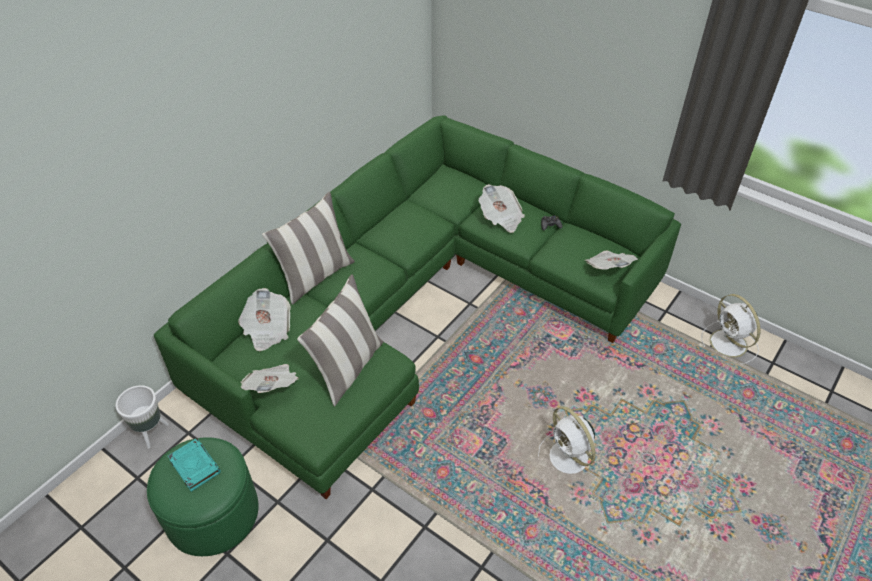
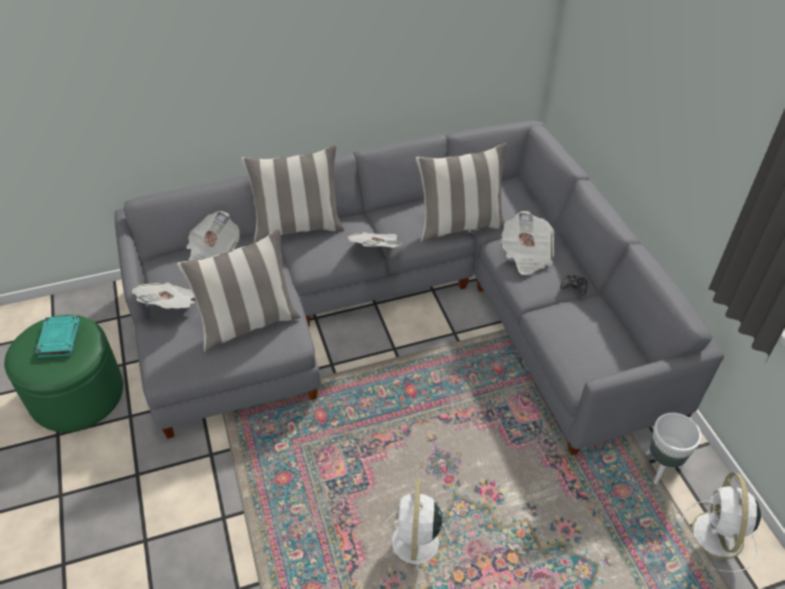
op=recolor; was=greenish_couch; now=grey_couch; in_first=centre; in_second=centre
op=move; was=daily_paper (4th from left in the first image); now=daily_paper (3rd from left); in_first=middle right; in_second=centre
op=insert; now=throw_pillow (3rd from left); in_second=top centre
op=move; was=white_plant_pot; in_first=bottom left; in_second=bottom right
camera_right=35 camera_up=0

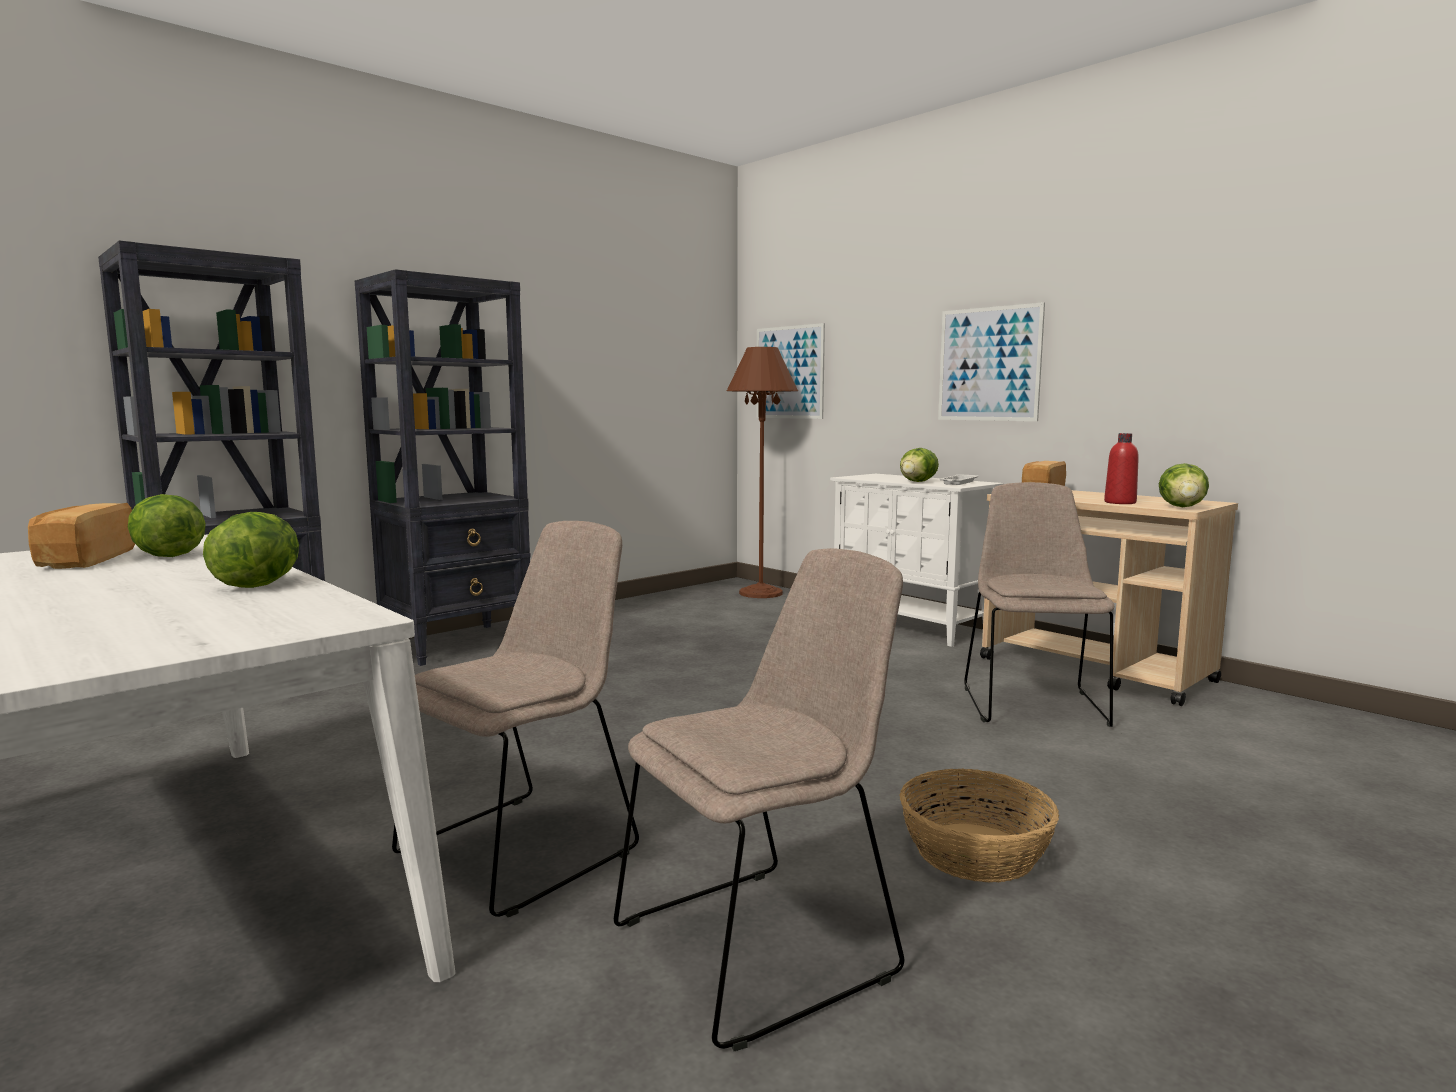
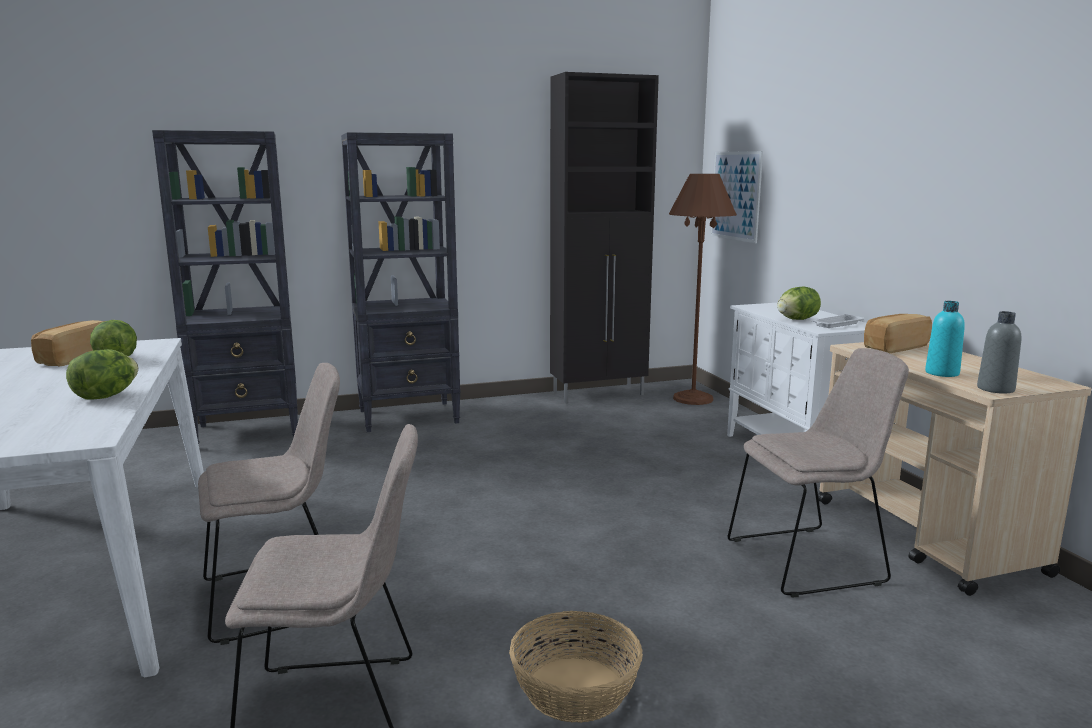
op=insert; now=black_storage_cabinet; in_second=top centre
op=rotate; was=beige-coloured_plain_chair (3rd from left); in_first=middle right; in_second=middle right; clockwise=45
op=recolor; was=red_beverage_bottle; now=blue-green_beverage_bottle; in_first=middle right; in_second=middle right
op=replace; was=lettuce (4th from left); now=grey_beverage_bottle; in_first=middle right; in_second=middle right
op=delete; was=wall_picture (2nd from left); in_first=top right
camera_right=25 camera_up=5

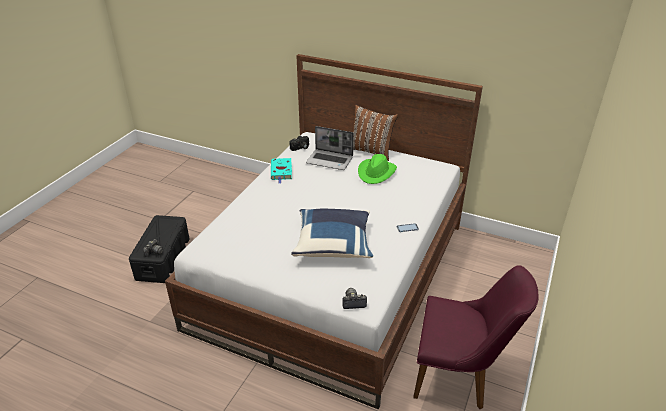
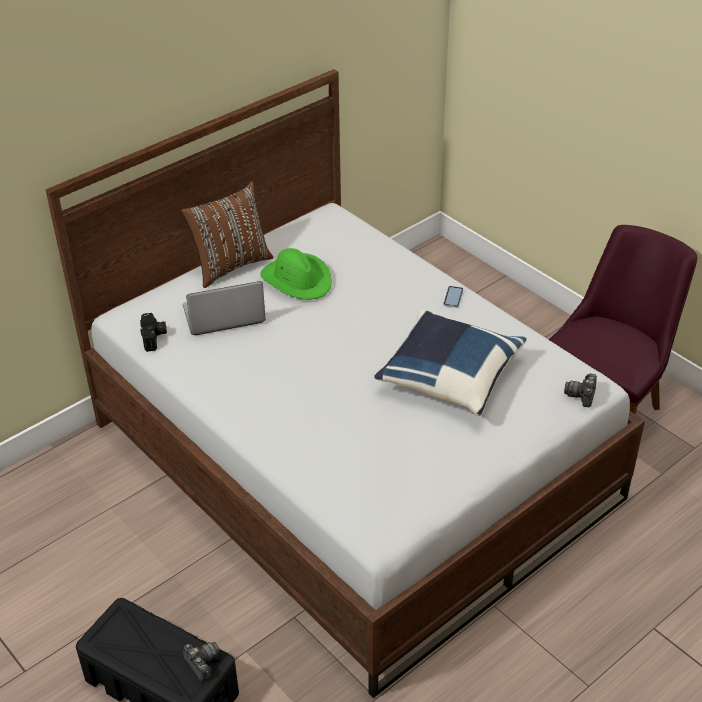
op=rotate; was=portable_computer; in_first=centre; in_second=middle left; clockwise=-150
op=delete; was=blue-green_bound_book; in_first=centre
camera_right=-65 camera_up=5

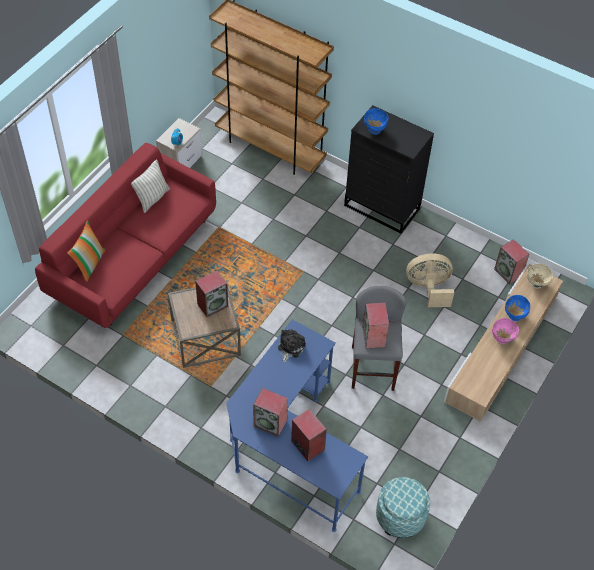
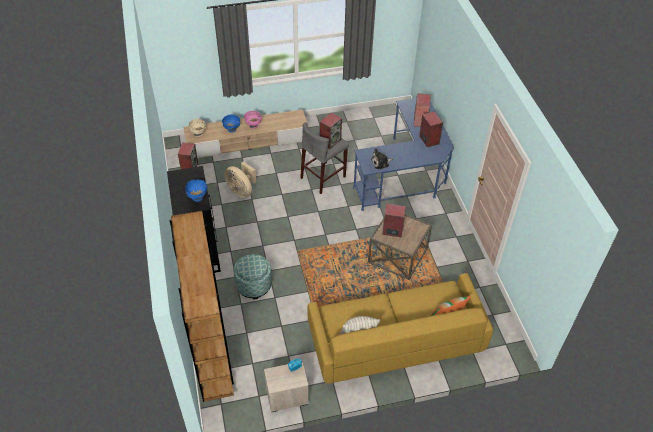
op=move; was=footrest; in_first=bottom right; in_second=centre
op=recolor; was=red_couch; now=yellowish_couch; in_first=middle left; in_second=bottom centre
camera_right=-135 camera_up=-5

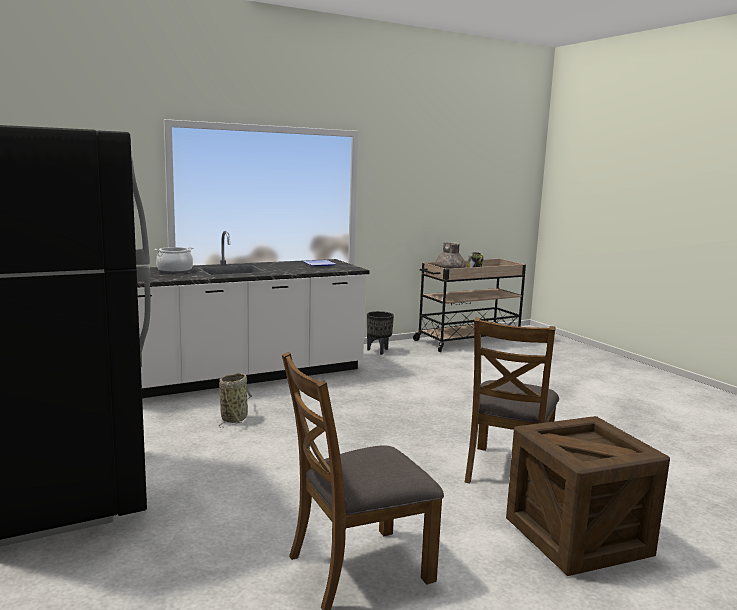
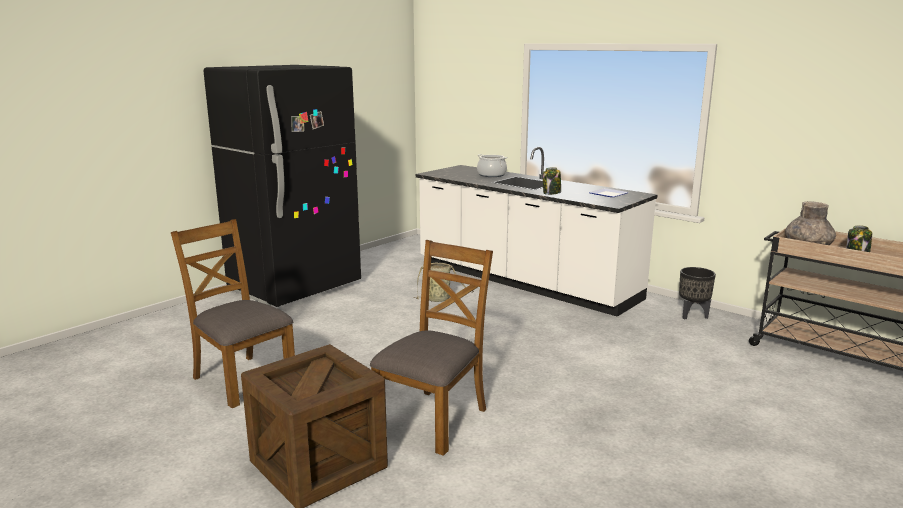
op=rotate; was=brown_plain_chair (2nd from left); in_first=middle right; in_second=bottom centre; clockwise=120
op=insert; now=storage_jar (1st from left); in_second=centre
camera_right=70 camera_up=5

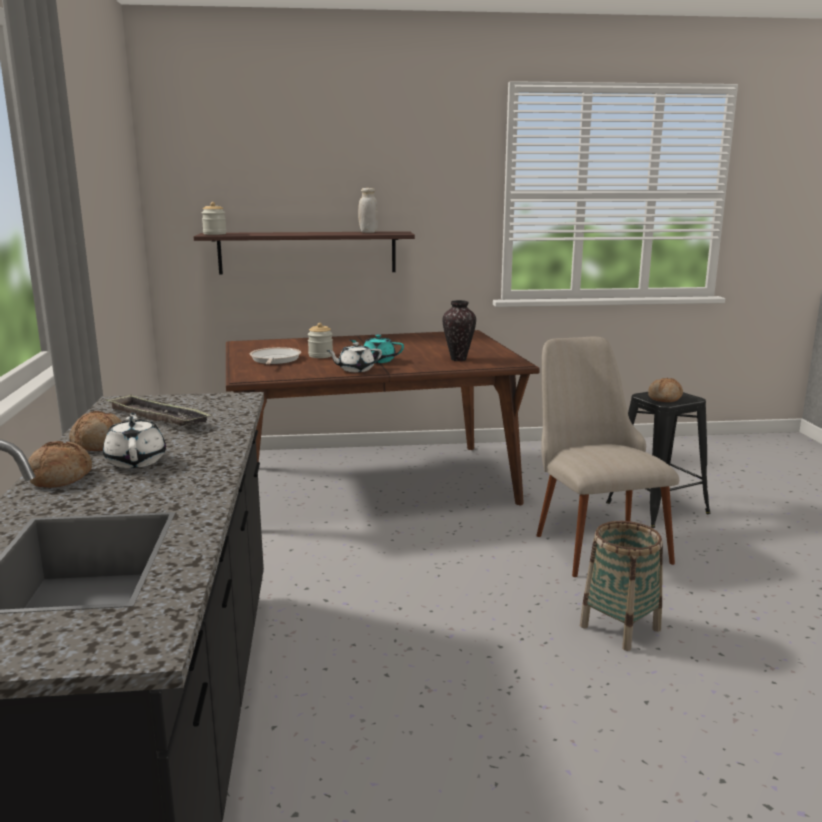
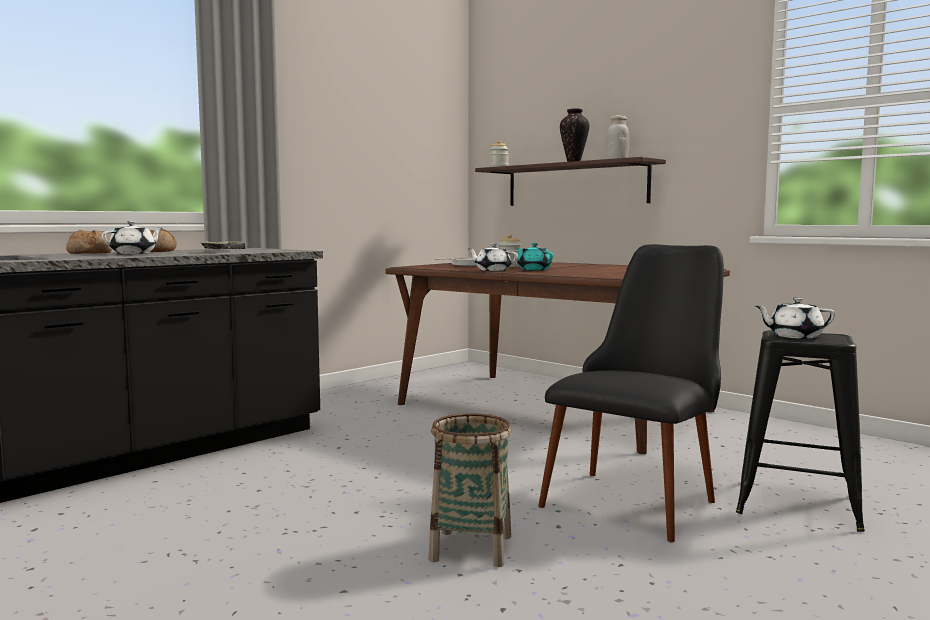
op=recolor; was=beige-coloured_plain_chair; now=black_plain_chair; in_first=middle right; in_second=middle right
op=move; was=flower_vase; in_first=centre; in_second=top centre
op=replace; was=bakery_bread (3rd from left); now=white_pot_for_tea (3rd from left); in_first=middle right; in_second=middle right
camera_right=50 camera_up=-10

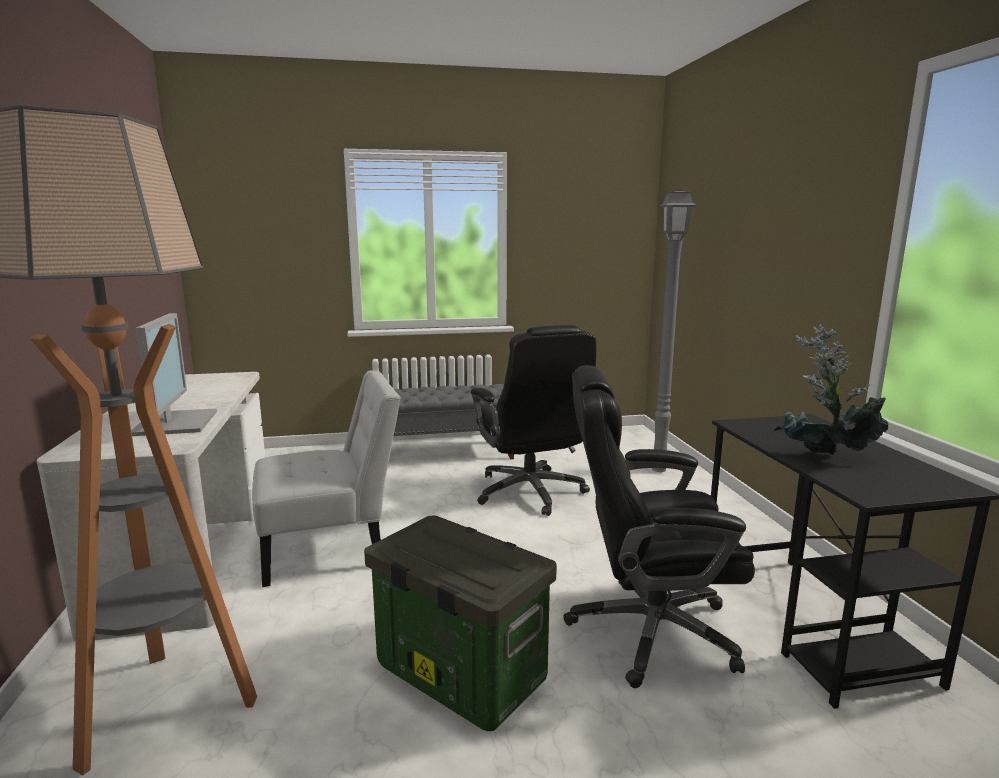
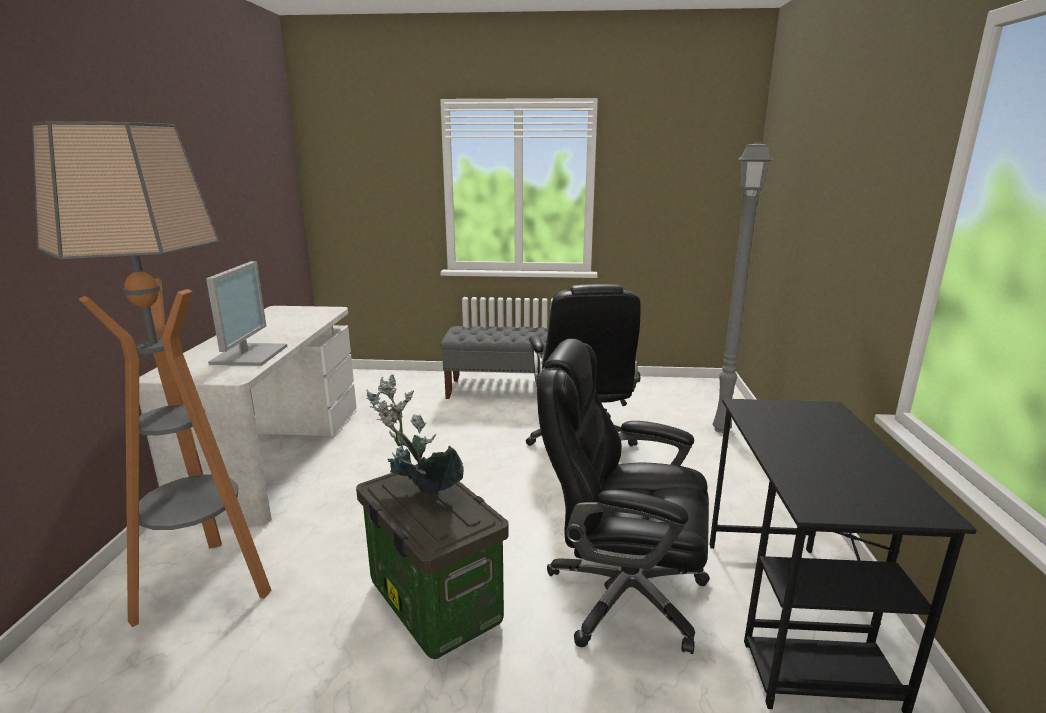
op=move; was=plant_in_a_pot; in_first=middle right; in_second=centre
op=delete; was=white_plain_chair; in_first=middle left
camera_right=15 camera_up=5

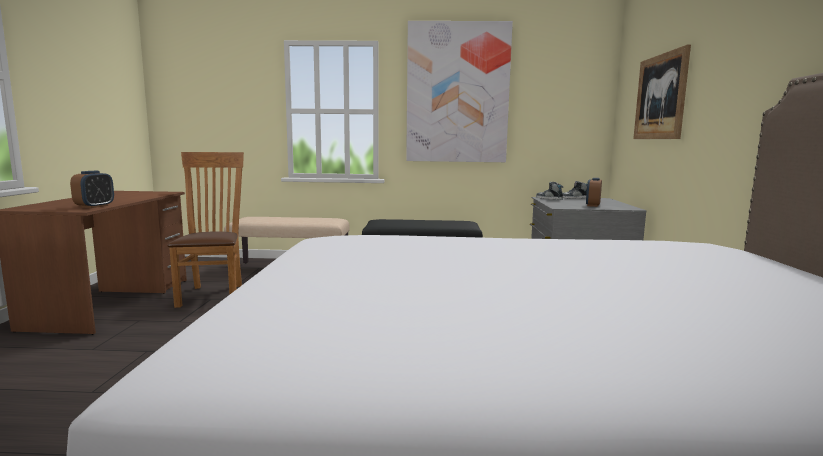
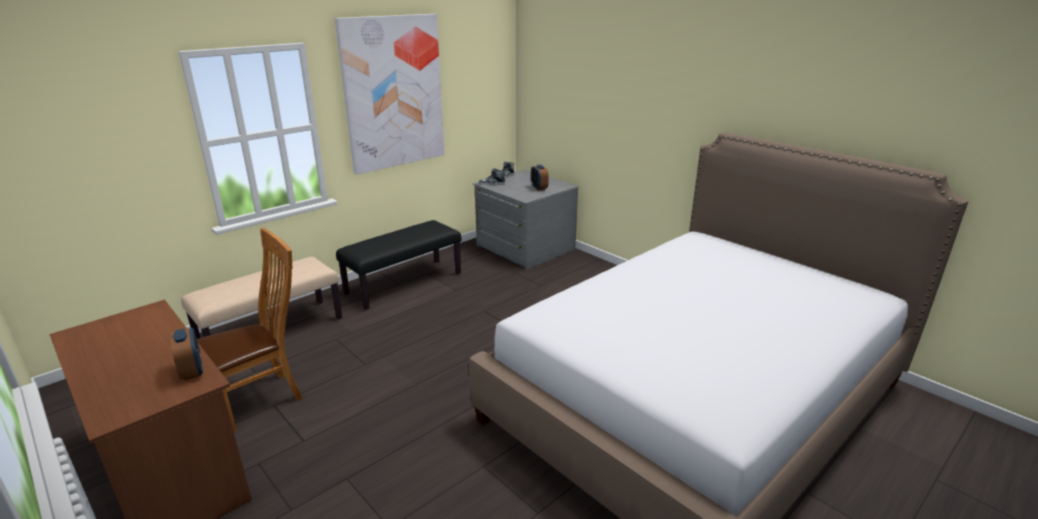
op=rotate; was=brown_plain_chair; in_first=middle left; in_second=middle left; clockwise=105
op=delete; was=wall_picture (2nd from left); in_first=top right
camera_right=-45 camera_up=15

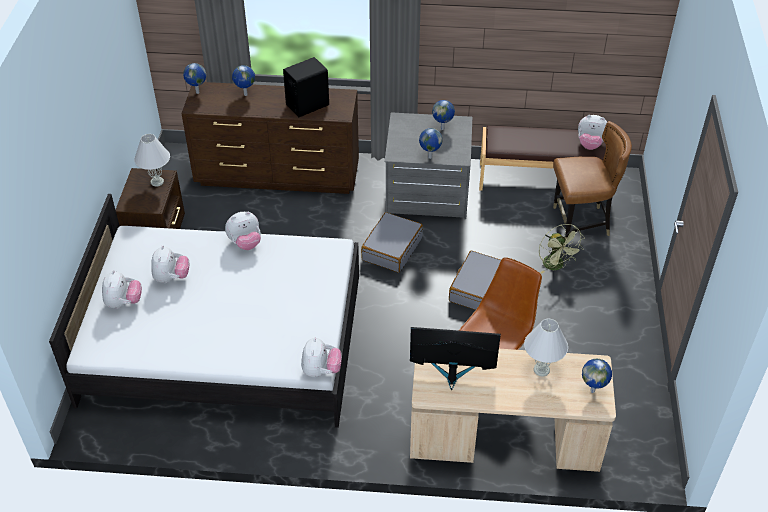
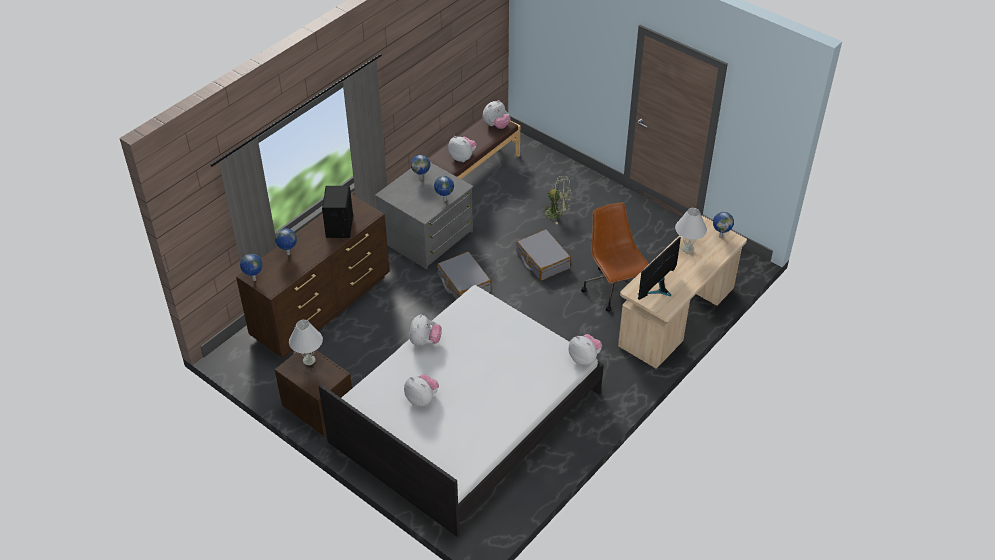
op=move; was=cuddly_toy (1st from left in the first image); now=cuddly_toy (3rd from left); in_first=middle left; in_second=top centre
op=delete; was=brown_plain_chair; in_first=middle right
camera_right=-55 camera_up=0

